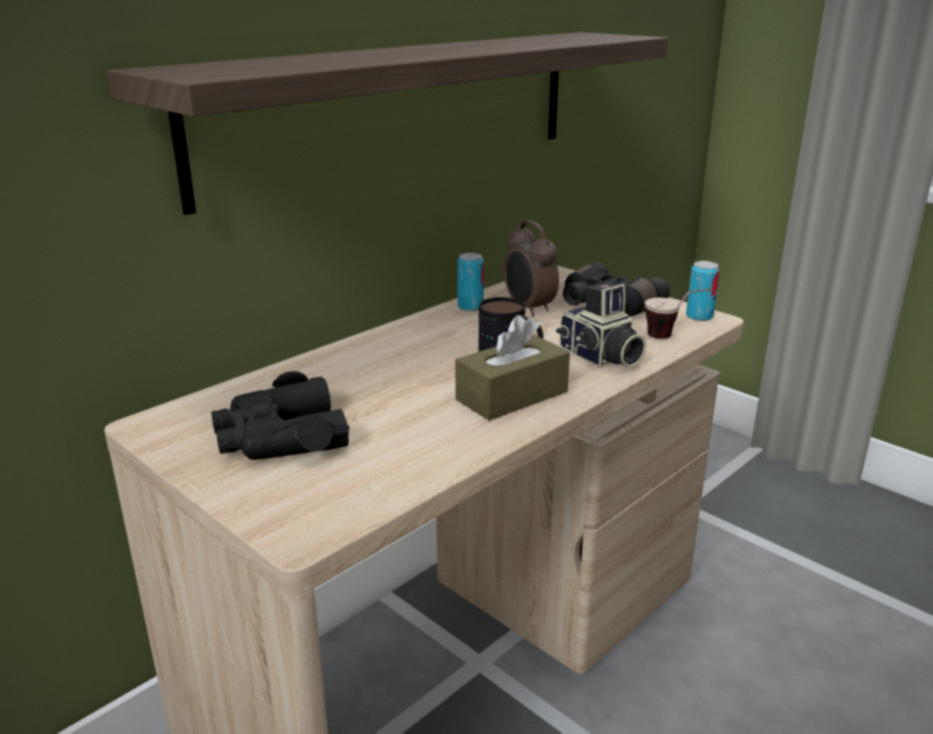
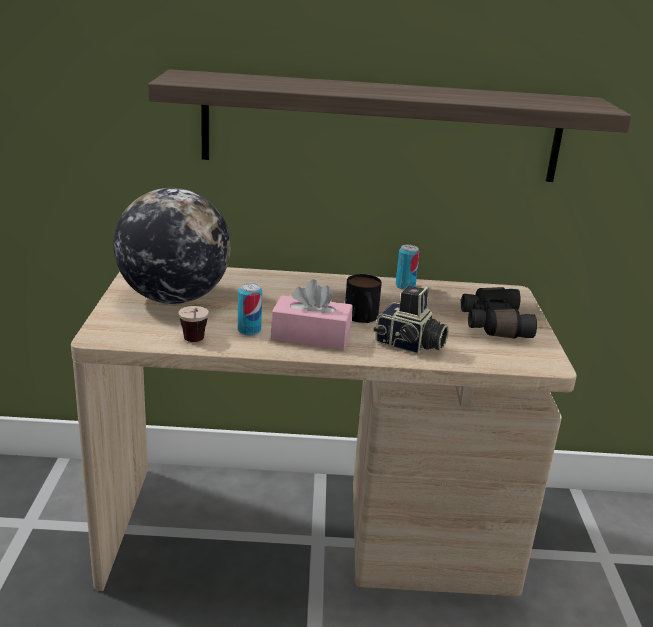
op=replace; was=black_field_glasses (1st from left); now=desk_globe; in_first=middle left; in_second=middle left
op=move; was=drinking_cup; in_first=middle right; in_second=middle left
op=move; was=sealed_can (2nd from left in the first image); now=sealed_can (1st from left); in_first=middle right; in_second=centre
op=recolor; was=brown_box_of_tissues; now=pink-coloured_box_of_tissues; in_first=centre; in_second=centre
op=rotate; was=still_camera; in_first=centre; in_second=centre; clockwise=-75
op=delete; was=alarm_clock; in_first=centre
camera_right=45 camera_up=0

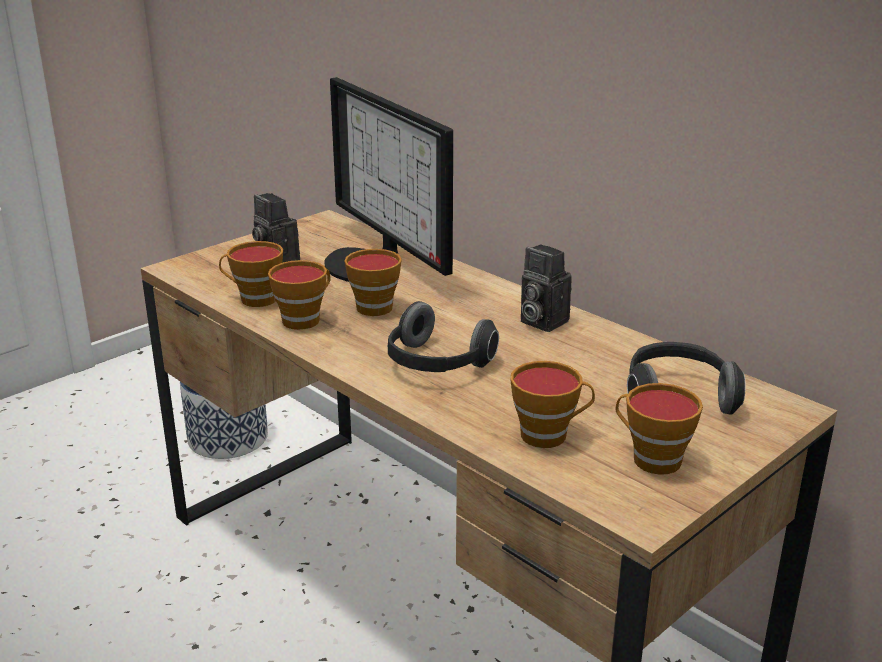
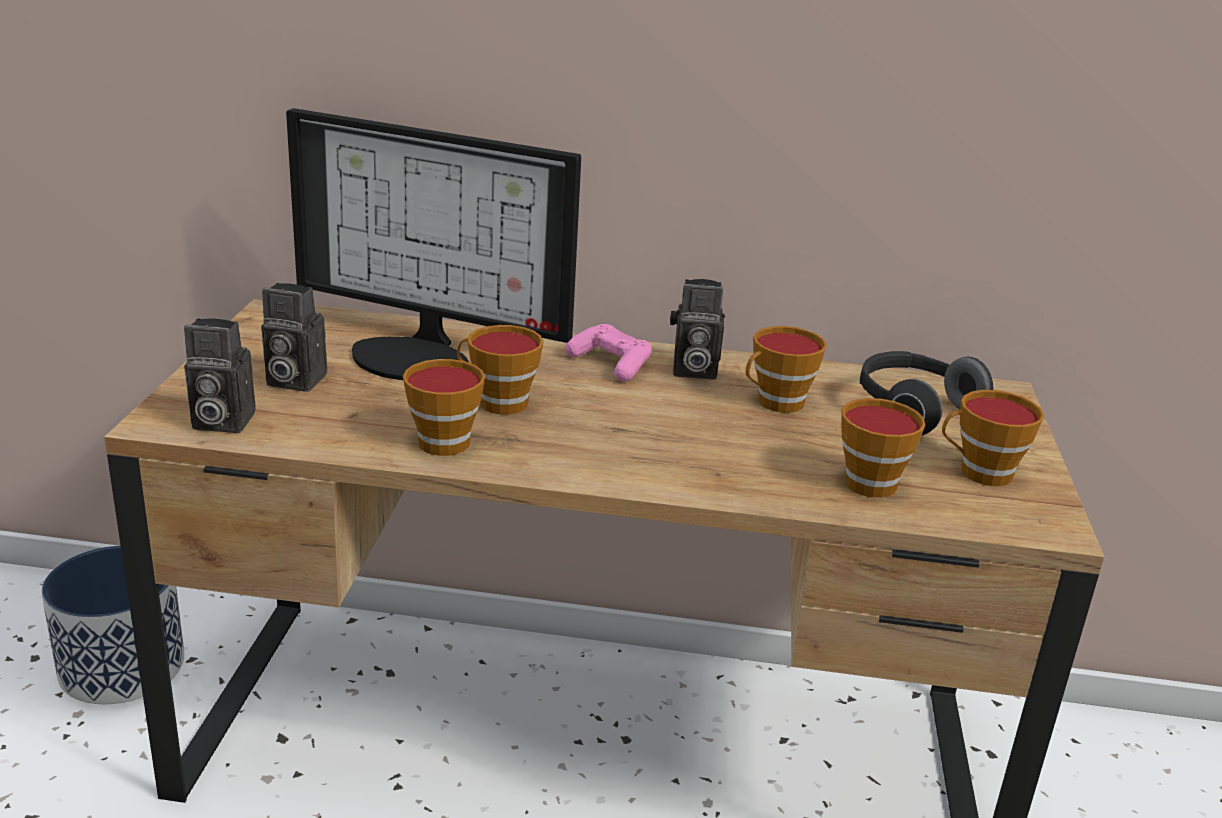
op=insert; now=still_camera (1st from left); in_second=middle left
op=insert; now=pink-coloured_game_controller; in_second=centre
op=move; was=drinking_cup (1st from left in the first image); now=drinking_cup (3rd from left); in_first=middle left; in_second=centre
op=delete; was=headset (1st from left); in_first=centre
camera_right=-40 camera_up=0

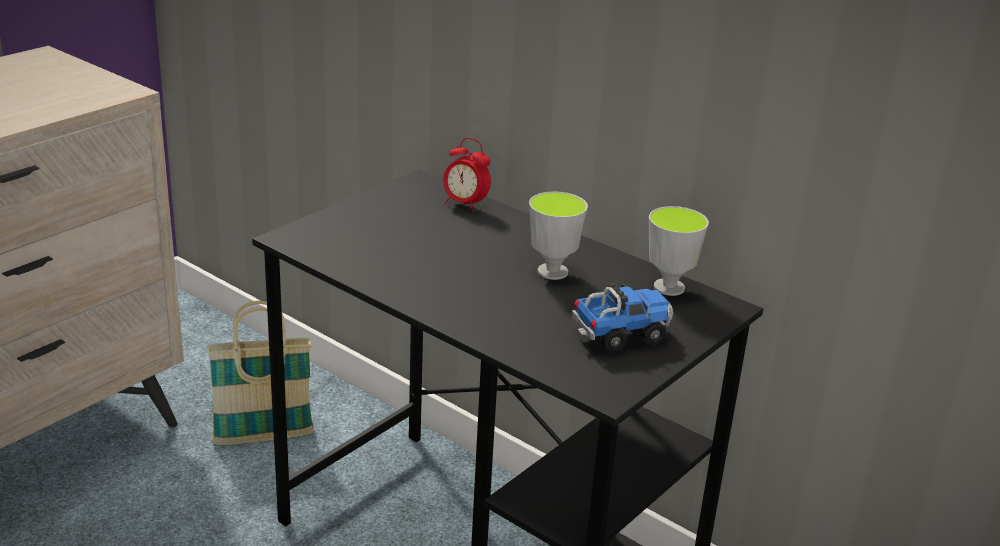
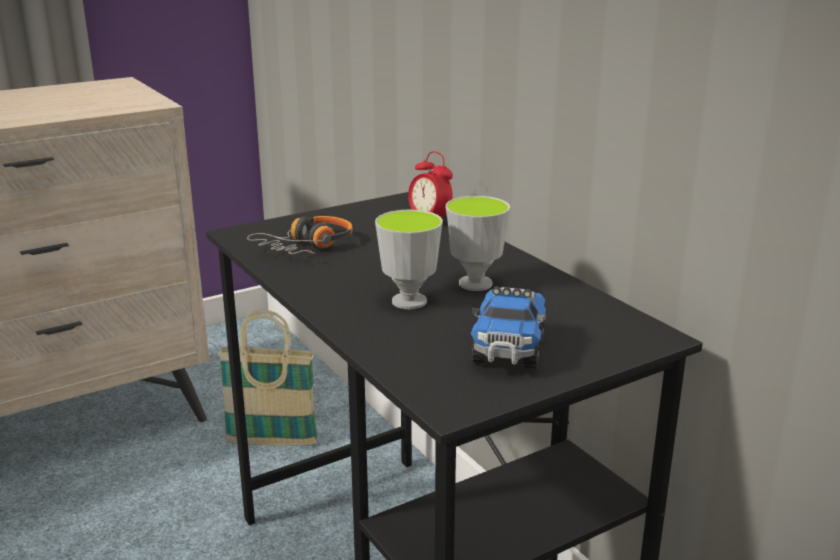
op=insert; now=headset; in_second=centre
op=move; was=drinking_cup (2nd from left in the first image); now=drinking_cup (1st from left); in_first=middle right; in_second=centre
op=rotate; was=toy_lorry; in_first=centre; in_second=centre; clockwise=105
camera_right=20 camera_up=-5

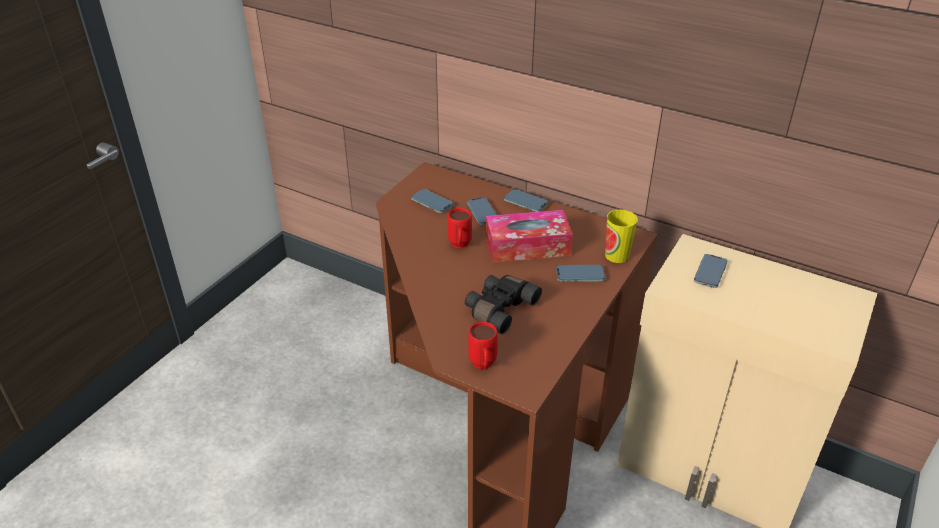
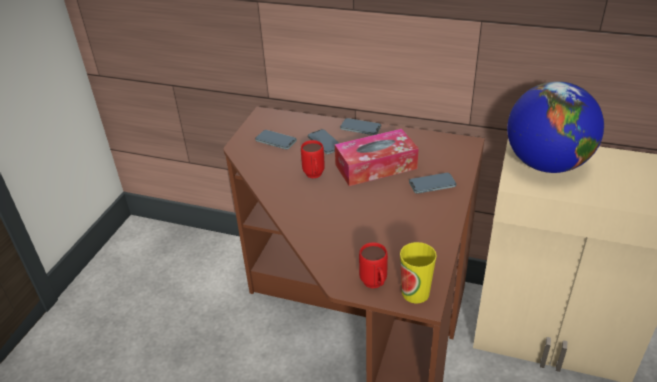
op=move; was=drinking_cup; in_first=centre; in_second=bottom centre
op=replace; was=handset (5th from left); now=desk_globe; in_first=middle right; in_second=top right
op=delete; was=black_field_glasses; in_first=centre
camera_right=-10 camera_up=0

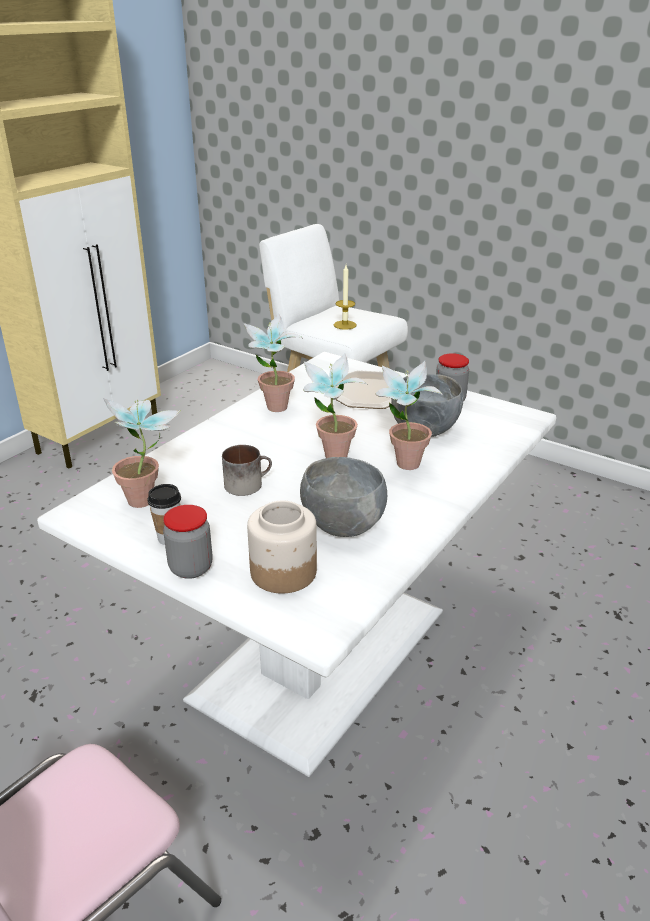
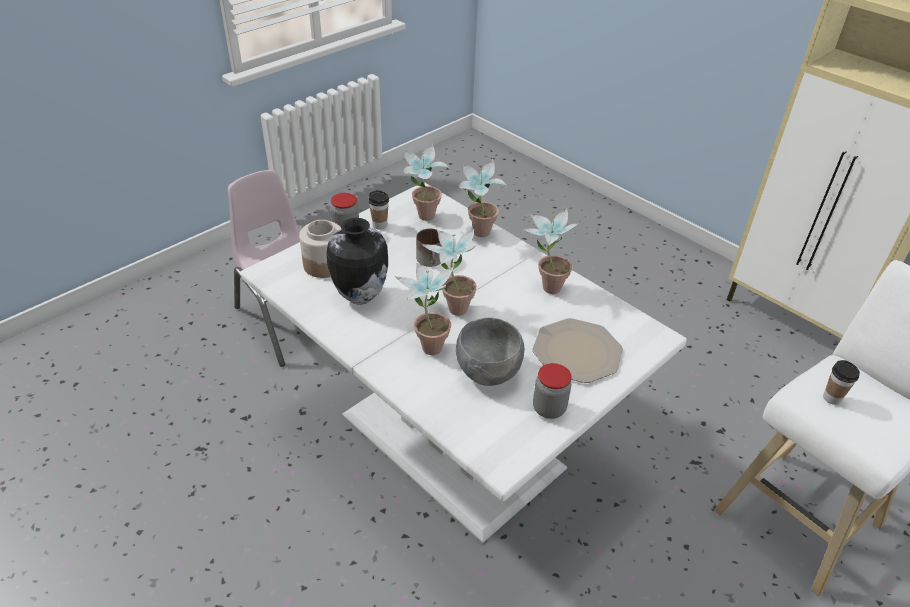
op=replace; was=grey_deep_dish (1st from left); now=flower_vase; in_first=centre; in_second=centre
op=insert; now=plant_in_a_pot (4th from left); in_second=top centre
op=replace; was=wax_light; now=drinking_cup (2nd from left); in_first=top centre; in_second=middle right
camera_right=100 camera_up=10

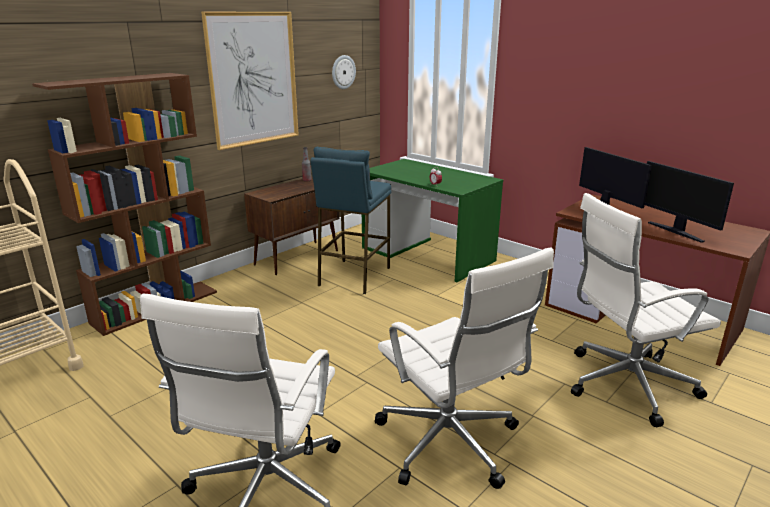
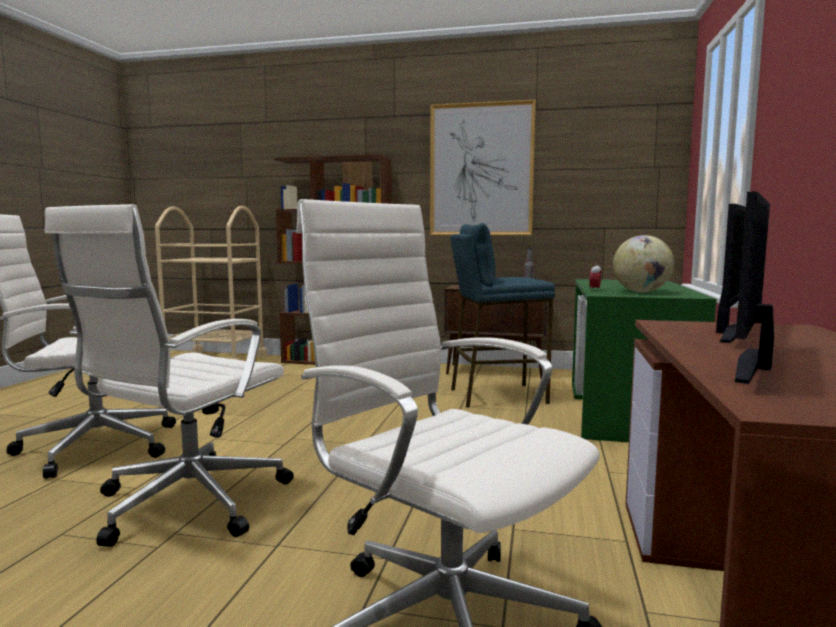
op=insert; now=desk_globe; in_second=middle right
op=delete; was=hanging_clock; in_first=top centre
camera_right=60 camera_up=-15

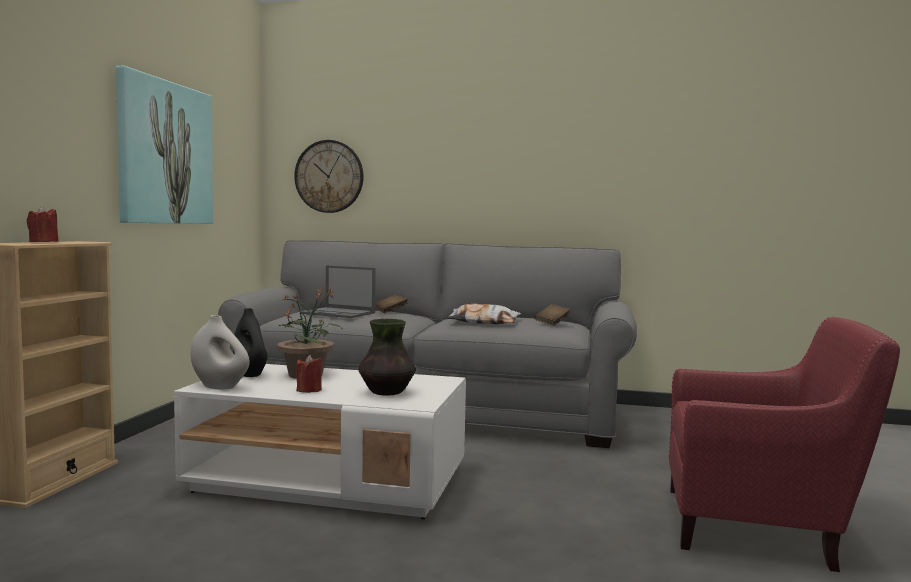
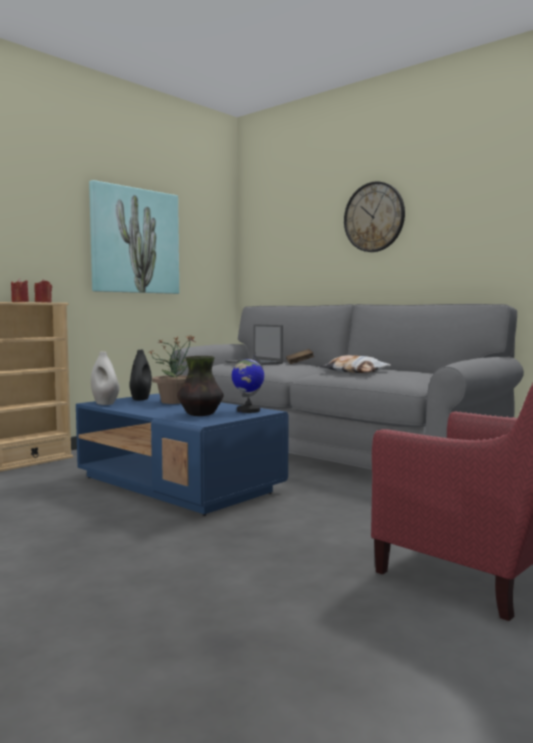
op=move; was=red_wax_light (2nd from left); in_first=centre; in_second=middle left
op=recolor; was=white_low_table; now=blue-coloured_low_table; in_first=bottom centre; in_second=centre
op=insert; now=desk_globe; in_second=centre
op=move; was=hanging_clock; in_first=top centre; in_second=top right
op=delete; was=brown_bound_book (2nd from left); in_first=centre
camera_right=30 camera_up=0

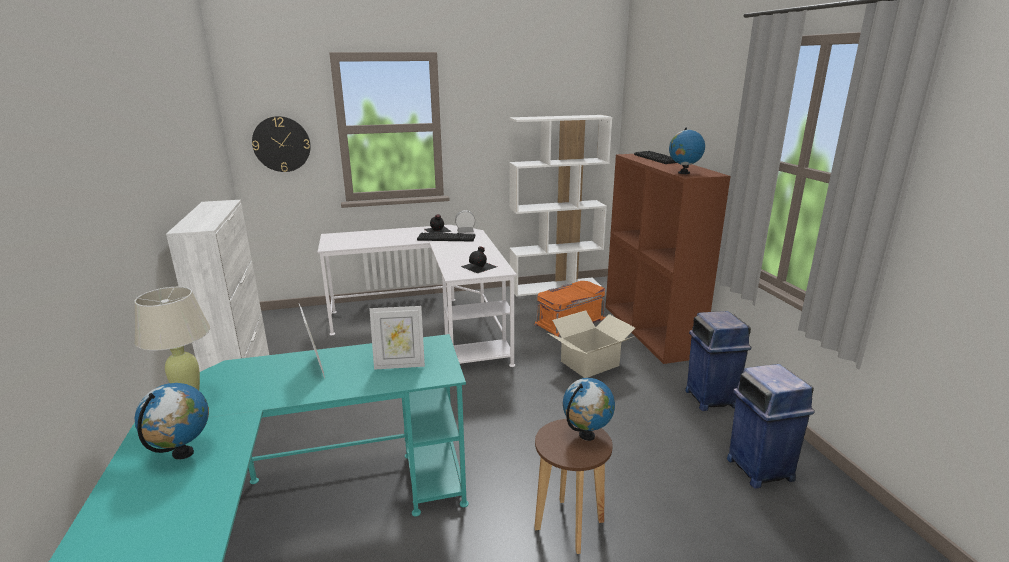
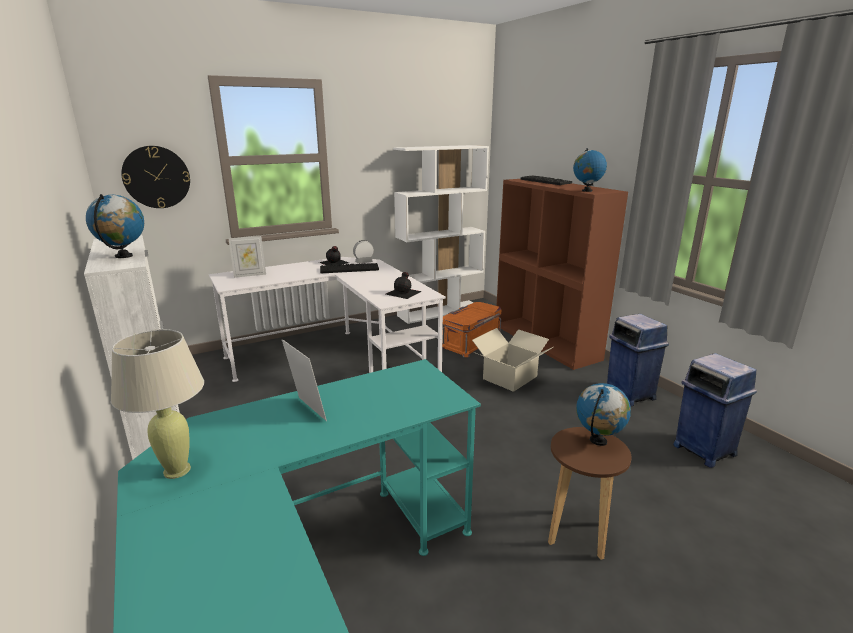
op=move; was=desk_globe (1st from left); in_first=bottom left; in_second=middle left
op=move; was=picture_frame (2nd from left in the first image); now=picture_frame (1st from left); in_first=centre; in_second=middle left
camera_right=-15 camera_up=0

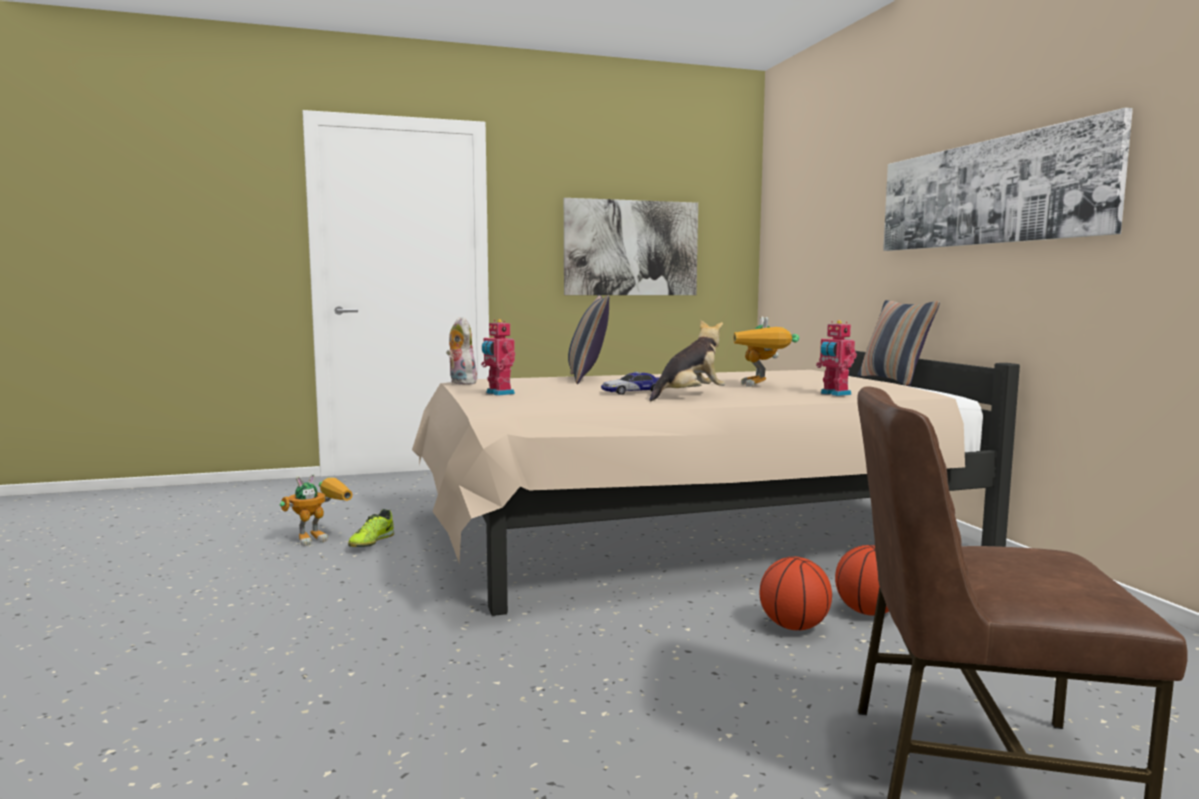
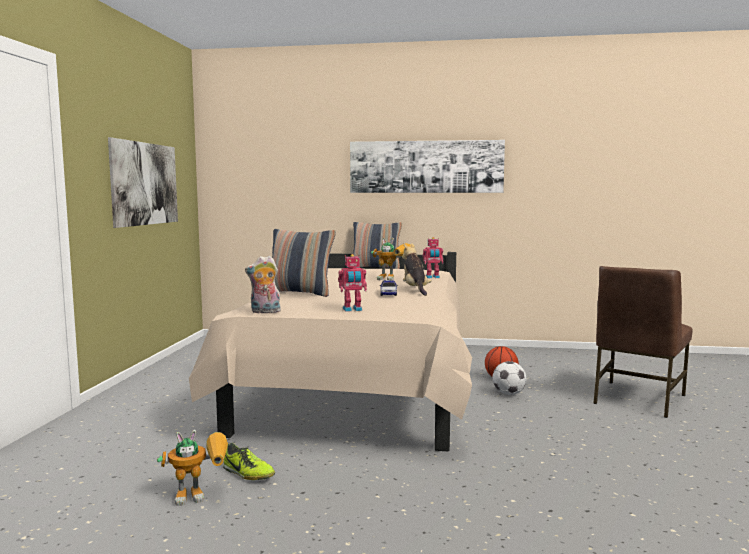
op=rotate; was=robot_figure (1st from left); in_first=middle left; in_second=bottom left; clockwise=90
op=replace; was=basketball (1st from left); now=football; in_first=bottom centre; in_second=bottom right
camera_right=-65 camera_up=0

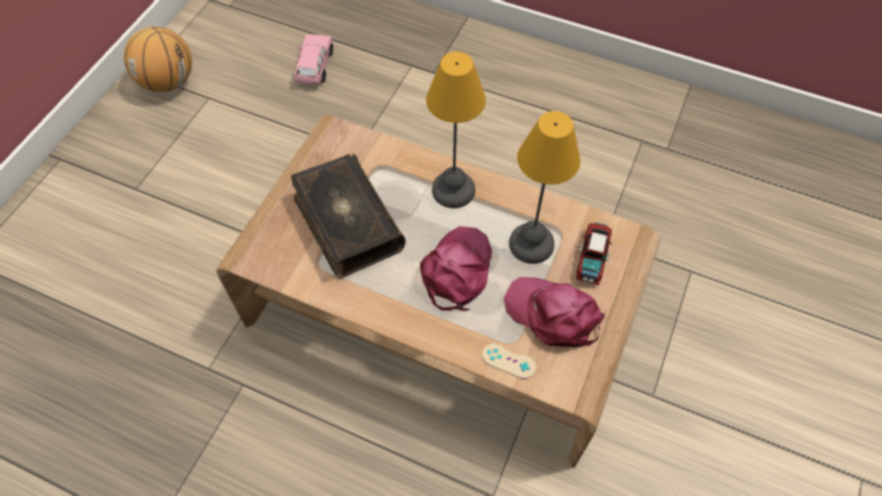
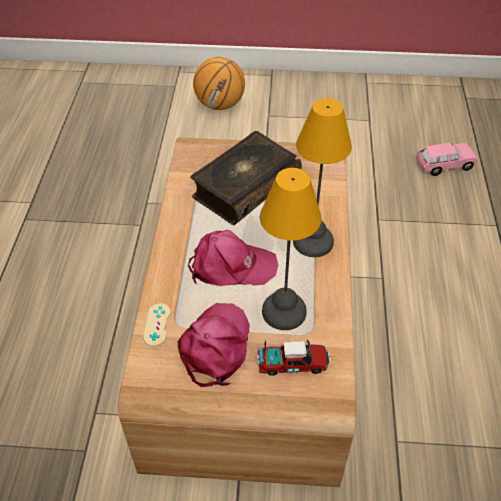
op=move; was=basketball; in_first=top left; in_second=top centre
camera_right=70 camera_up=-10

